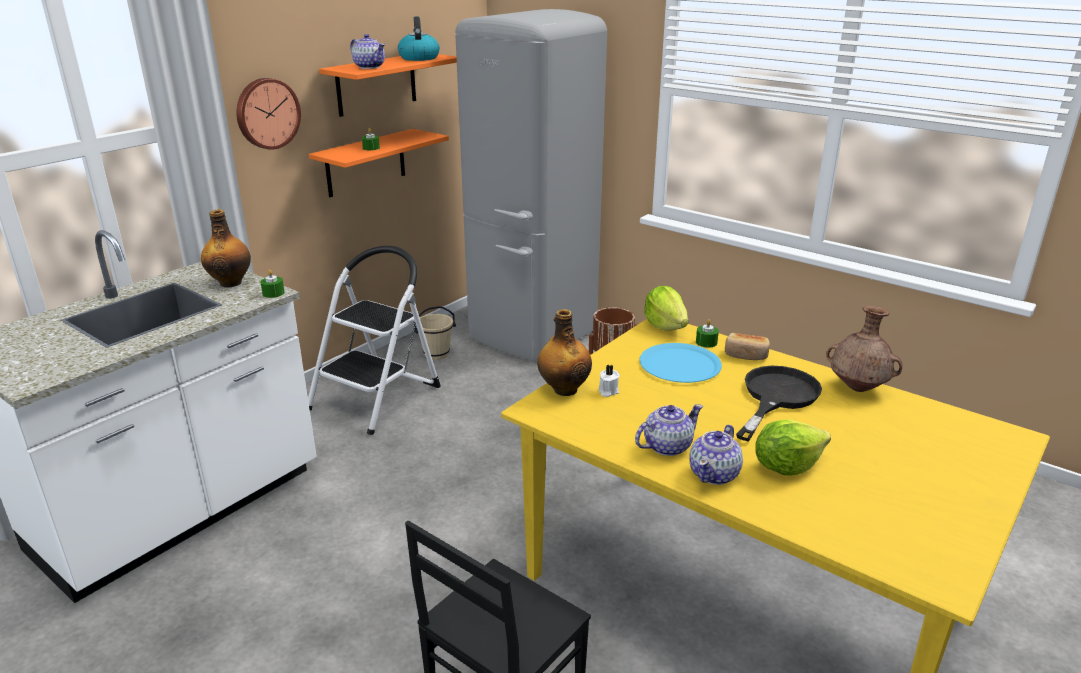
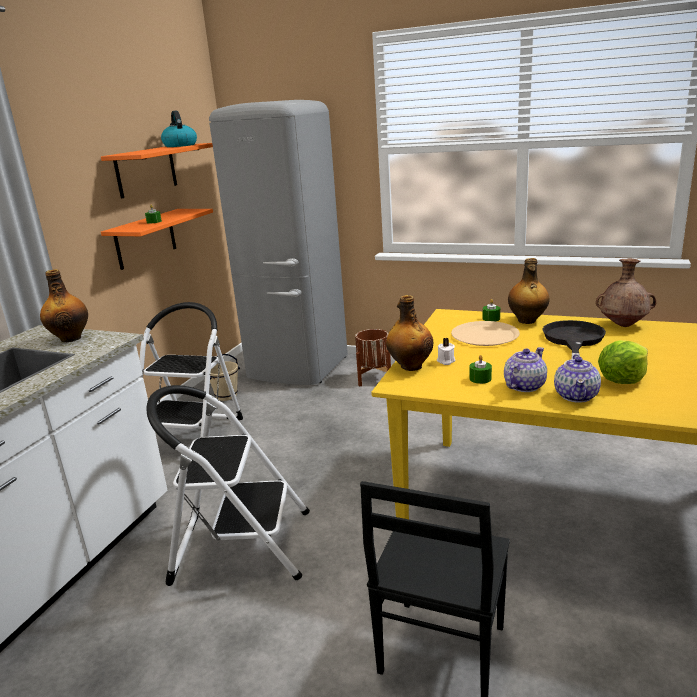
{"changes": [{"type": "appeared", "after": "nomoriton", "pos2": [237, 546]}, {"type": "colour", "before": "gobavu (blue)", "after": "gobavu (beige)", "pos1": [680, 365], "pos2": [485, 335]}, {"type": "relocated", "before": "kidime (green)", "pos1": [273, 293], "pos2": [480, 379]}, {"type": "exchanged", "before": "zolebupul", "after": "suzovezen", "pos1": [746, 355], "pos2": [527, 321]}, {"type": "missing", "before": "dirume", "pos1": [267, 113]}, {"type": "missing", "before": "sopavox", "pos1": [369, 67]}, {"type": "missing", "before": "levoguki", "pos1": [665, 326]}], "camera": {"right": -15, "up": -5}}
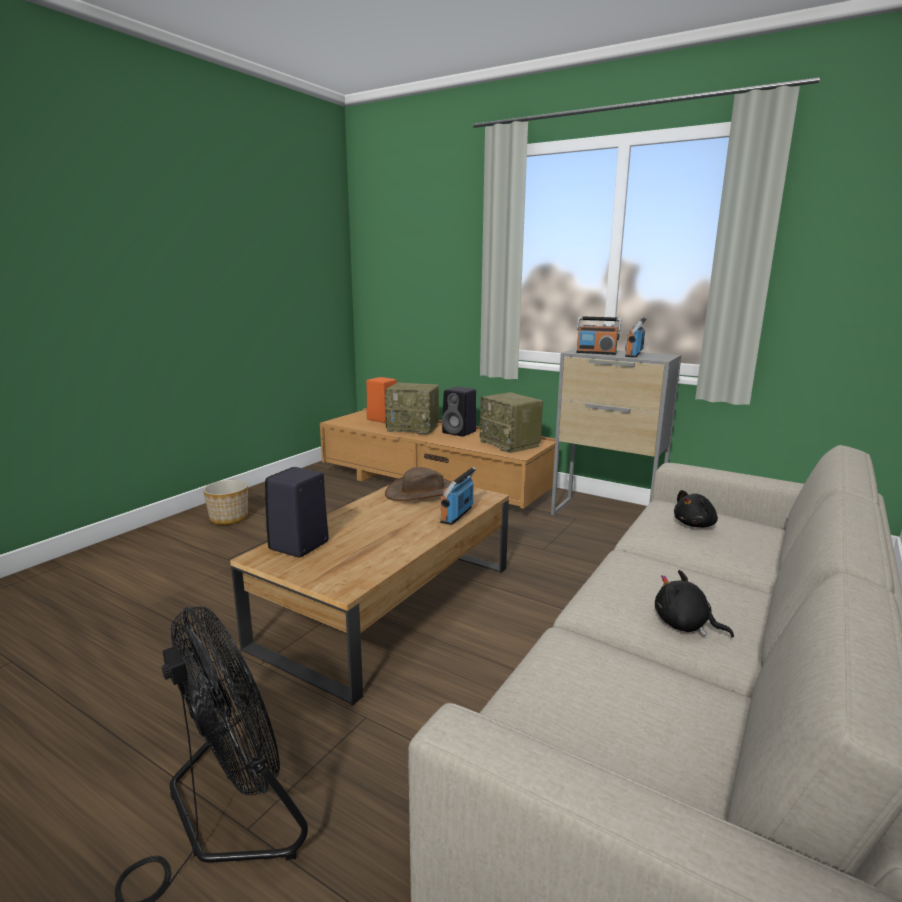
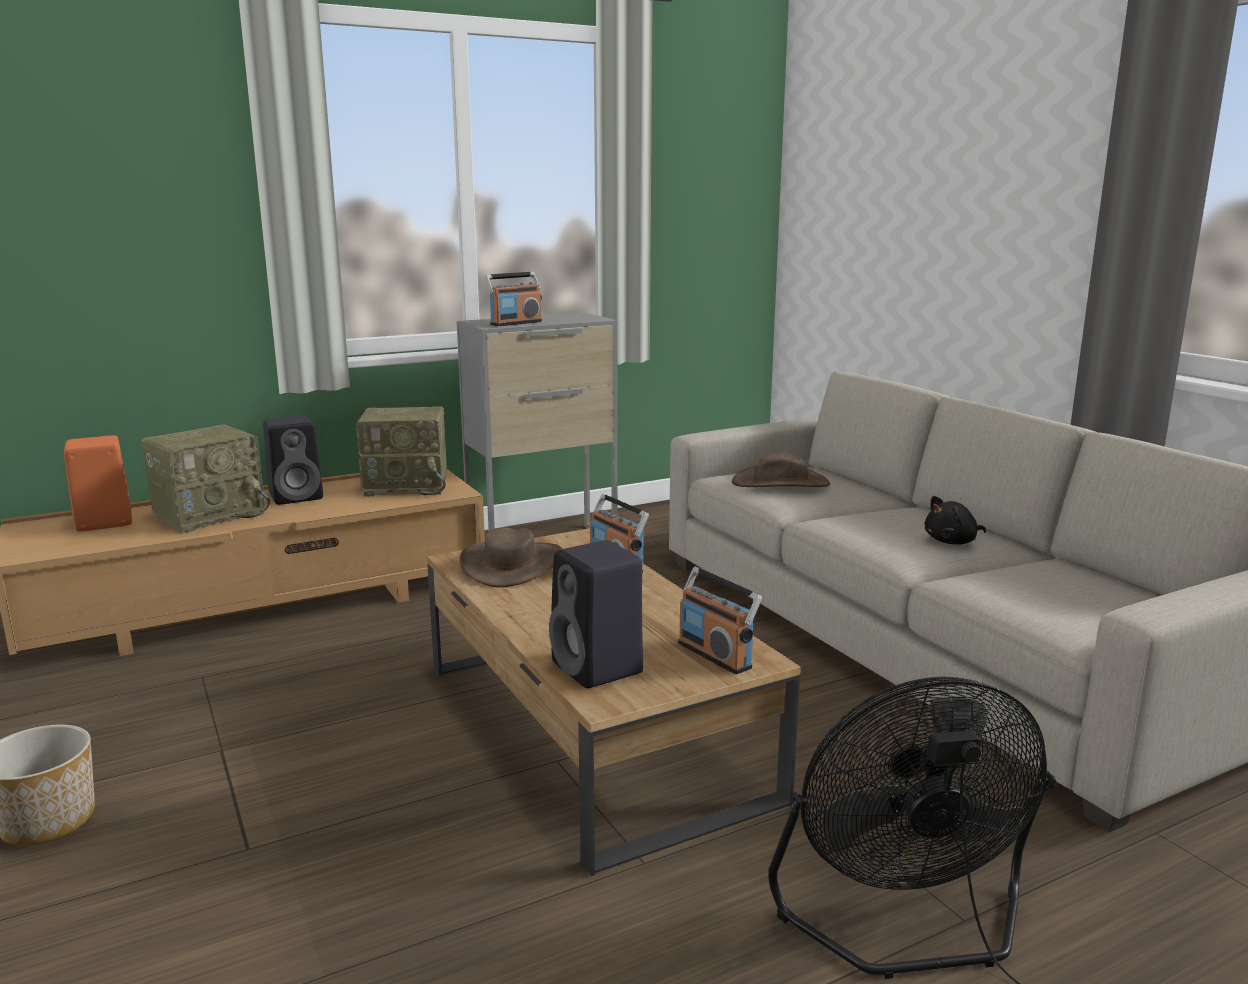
{"changes": [{"type": "relocated", "before": "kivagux", "pos1": [633, 355], "pos2": [715, 655]}, {"type": "exchanged", "before": "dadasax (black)", "after": "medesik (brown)", "pos1": [695, 524], "pos2": [780, 483]}], "camera": {"right": -60, "up": 0}}
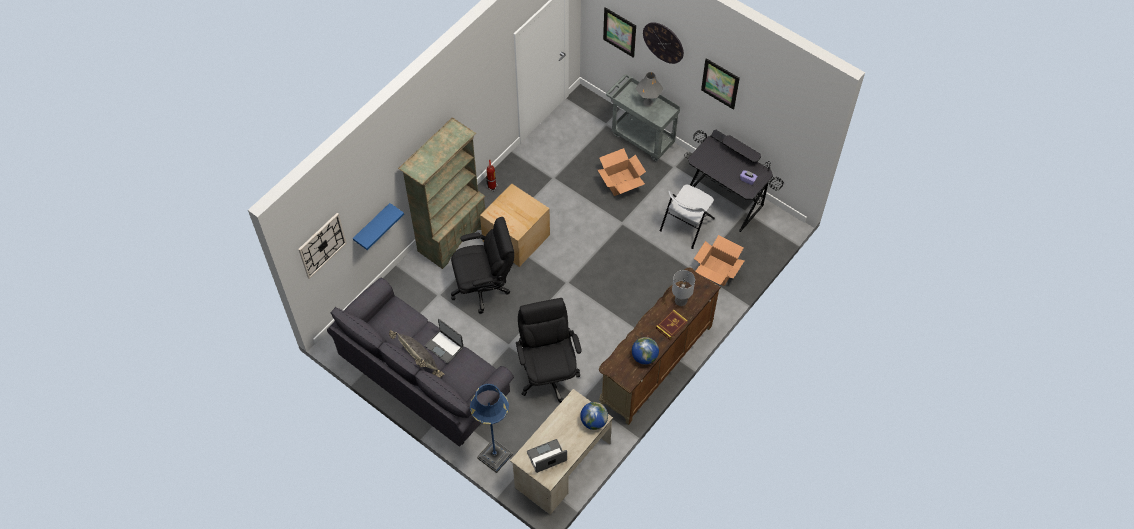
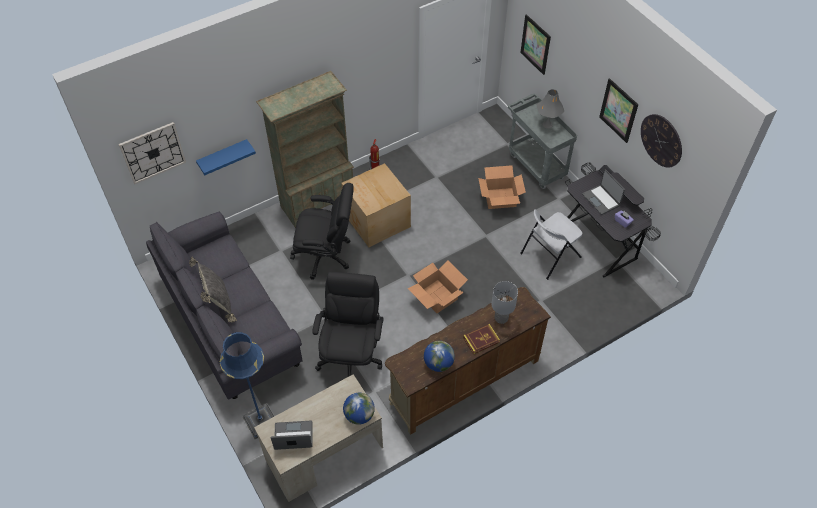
{"changes": [{"type": "relocated", "before": "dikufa", "pos1": [717, 270], "pos2": [437, 296]}, {"type": "relocated", "before": "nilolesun", "pos1": [444, 346], "pos2": [601, 200]}, {"type": "relocated", "before": "dirume", "pos1": [663, 42], "pos2": [661, 140]}], "camera": {"right": 20, "up": -5}}
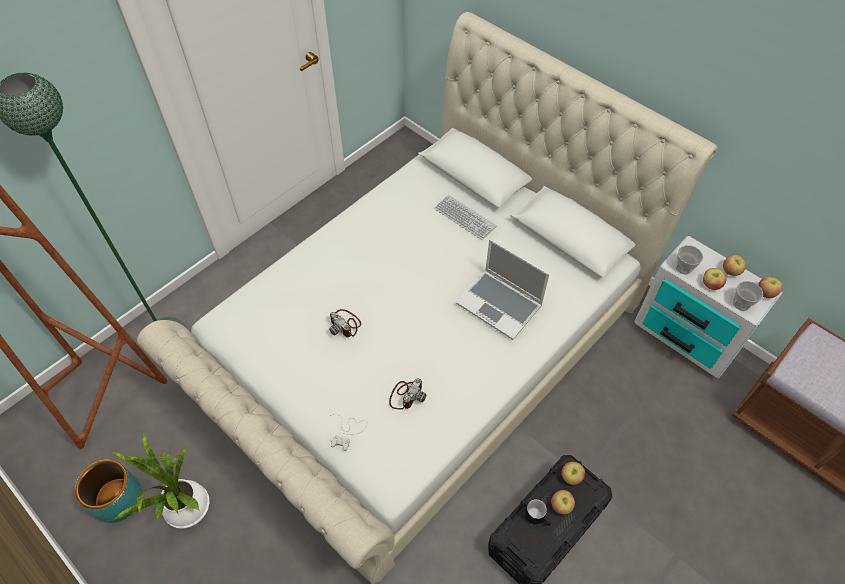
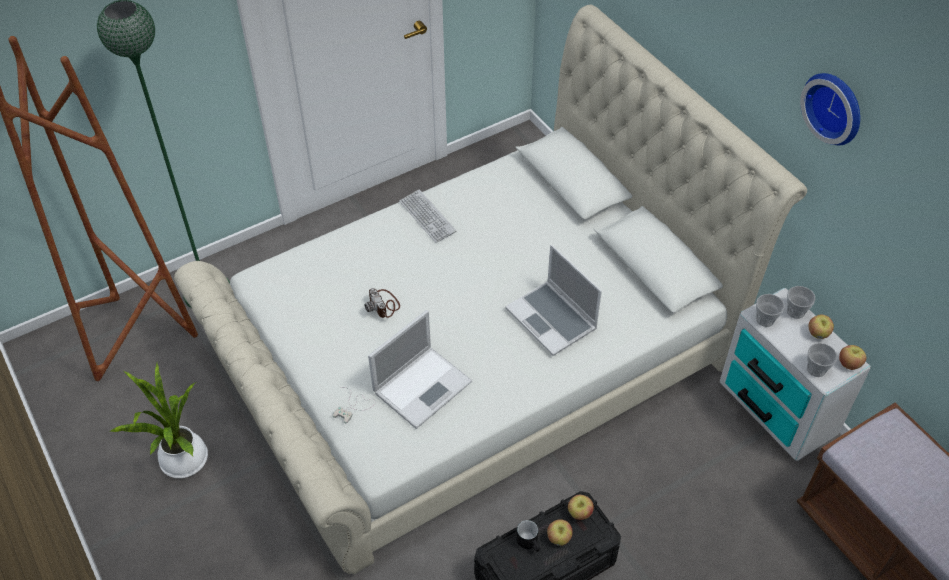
{"changes": [{"type": "exchanged", "before": "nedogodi", "after": "nilolesun", "pos1": [406, 395], "pos2": [423, 385]}, {"type": "relocated", "before": "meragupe", "pos1": [465, 218], "pos2": [427, 217]}, {"type": "appeared", "after": "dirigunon", "pos2": [795, 311]}, {"type": "appeared", "after": "dirume", "pos2": [835, 107]}, {"type": "missing", "before": "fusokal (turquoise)", "pos1": [118, 498]}, {"type": "missing", "before": "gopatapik", "pos1": [710, 285]}], "camera": {"right": 15, "up": -5}}
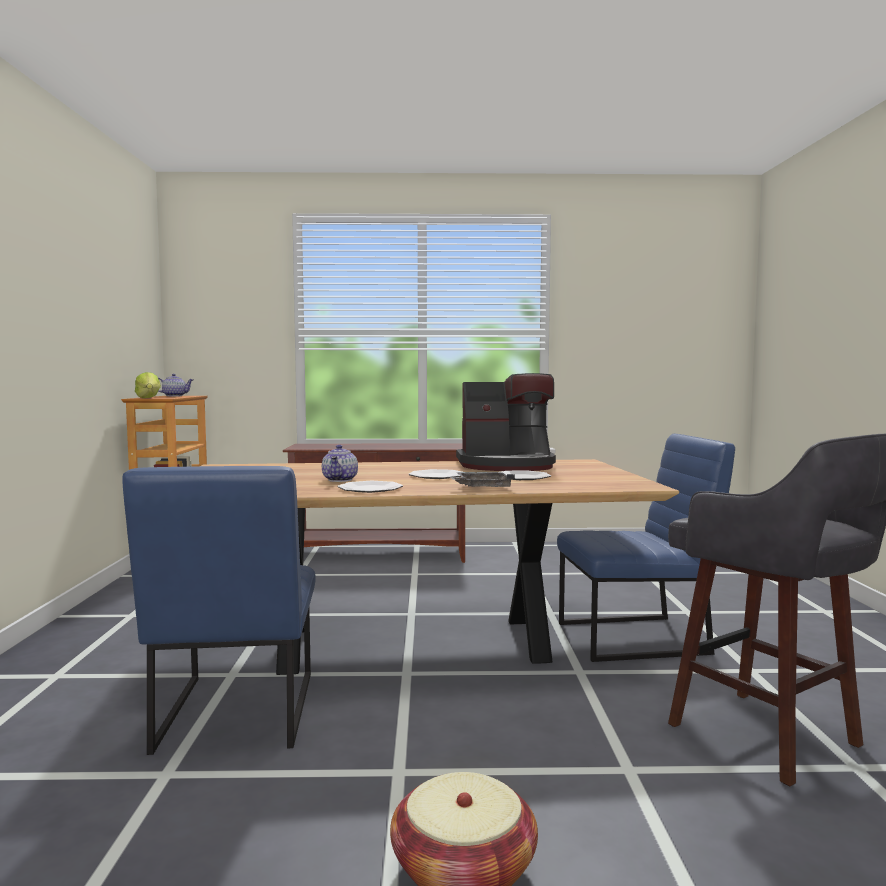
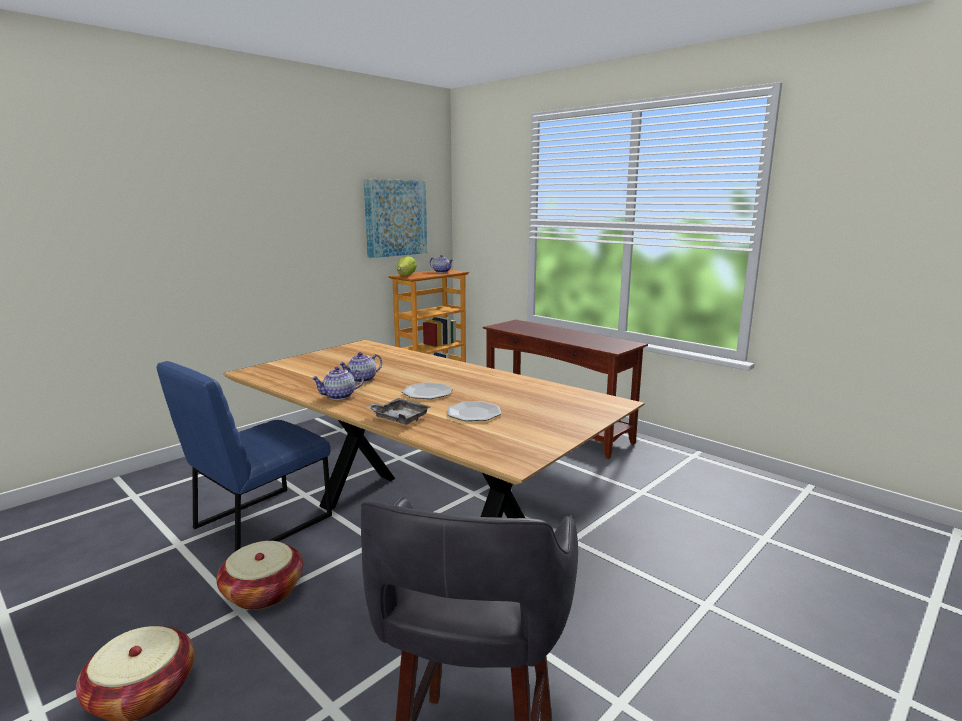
{"changes": [{"type": "appeared", "after": "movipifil", "pos2": [263, 592]}, {"type": "exchanged", "before": "gobavu", "after": "sopavox", "pos1": [370, 489], "pos2": [339, 396]}, {"type": "appeared", "after": "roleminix", "pos2": [395, 218]}, {"type": "missing", "before": "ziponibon", "pos1": [507, 465]}, {"type": "missing", "before": "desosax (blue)", "pos1": [637, 638]}], "camera": {"right": 45, "up": 10}}
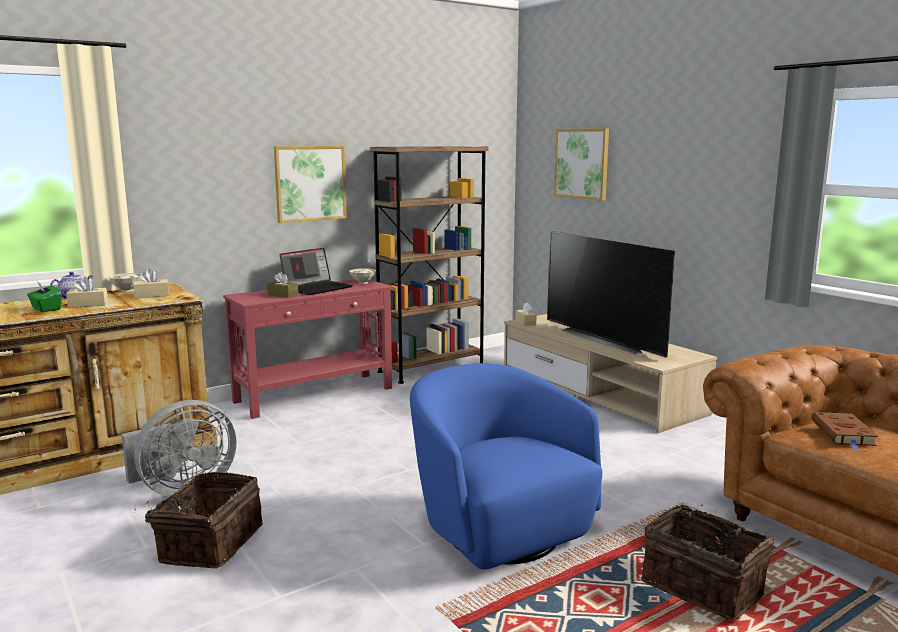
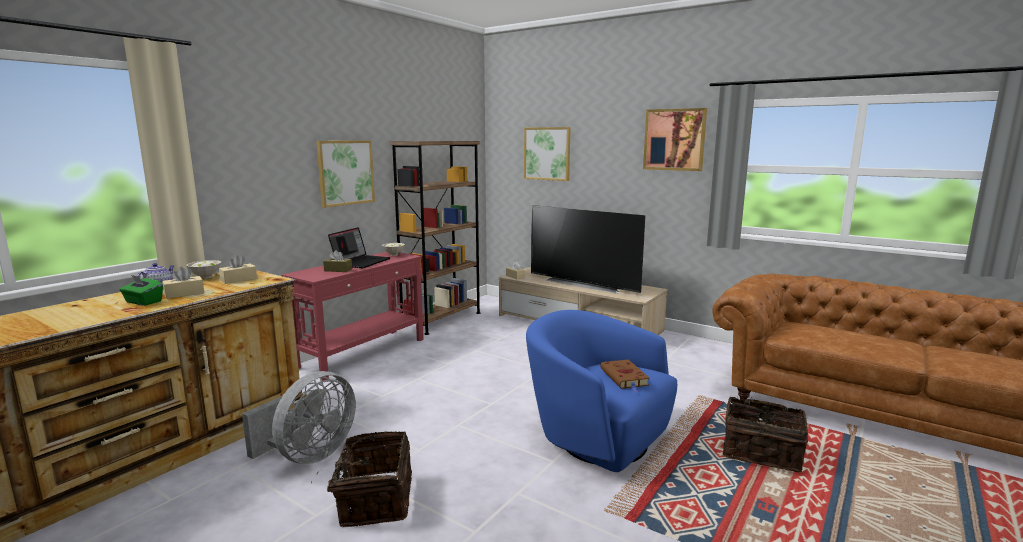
{"changes": [{"type": "relocated", "before": "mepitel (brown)", "pos1": [844, 434], "pos2": [625, 378]}, {"type": "appeared", "after": "roleminix", "pos2": [674, 139]}], "camera": {"right": -20, "up": 0}}
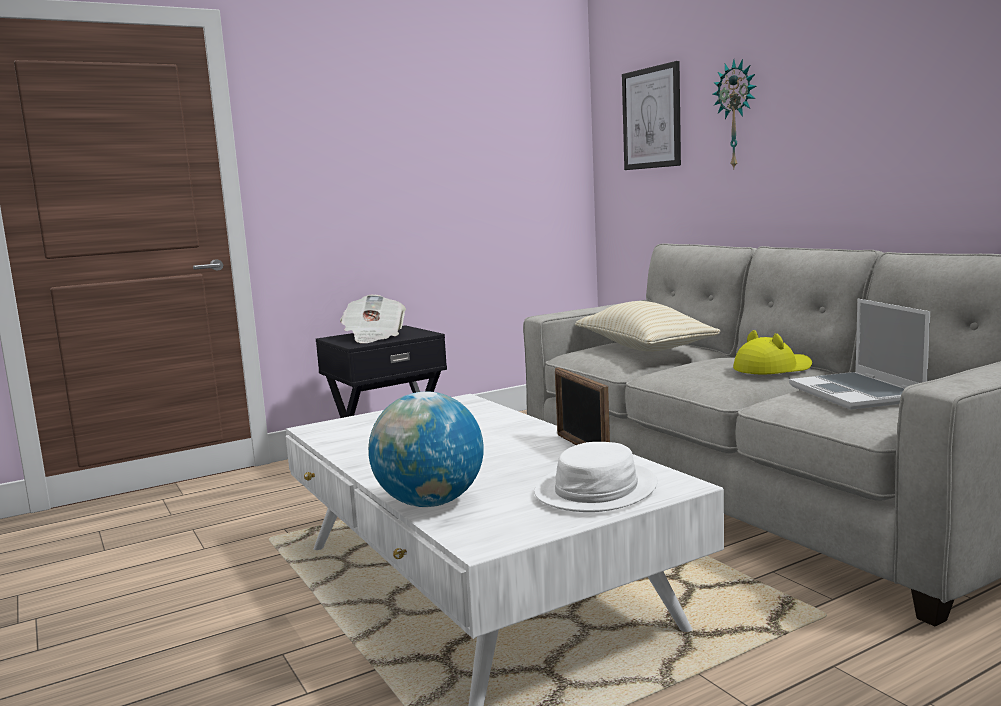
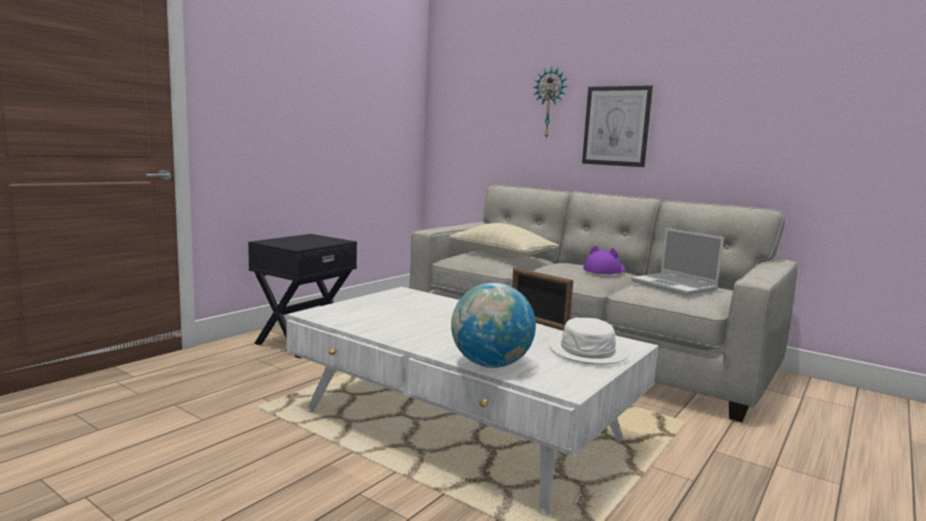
{"changes": [{"type": "relocated", "before": "roleminix", "pos1": [652, 118], "pos2": [616, 126]}, {"type": "colour", "before": "medesik (yellow)", "after": "medesik (purple)", "pos1": [772, 369], "pos2": [604, 271]}, {"type": "missing", "before": "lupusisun", "pos1": [374, 337]}], "camera": {"right": -25, "up": 0}}
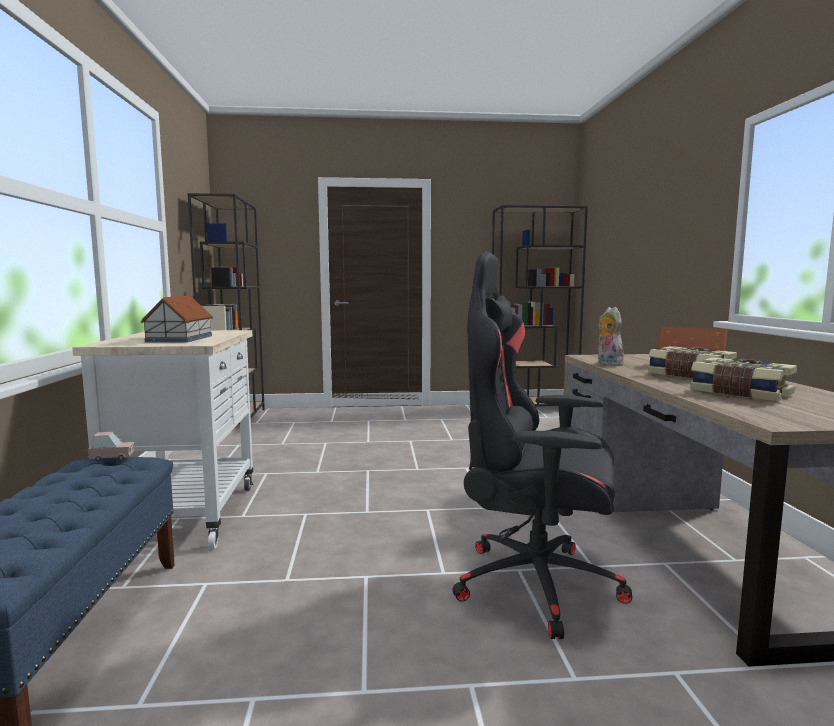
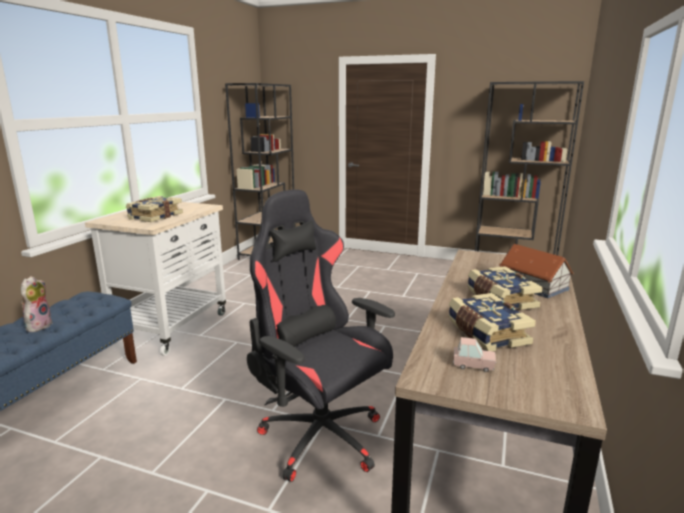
{"changes": [{"type": "relocated", "before": "dadasax", "pos1": [607, 364], "pos2": [38, 325]}, {"type": "exchanged", "before": "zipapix", "after": "mepitel", "pos1": [181, 339], "pos2": [155, 216]}, {"type": "relocated", "before": "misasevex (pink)", "pos1": [112, 457], "pos2": [473, 365]}], "camera": {"right": 25, "up": 10}}
